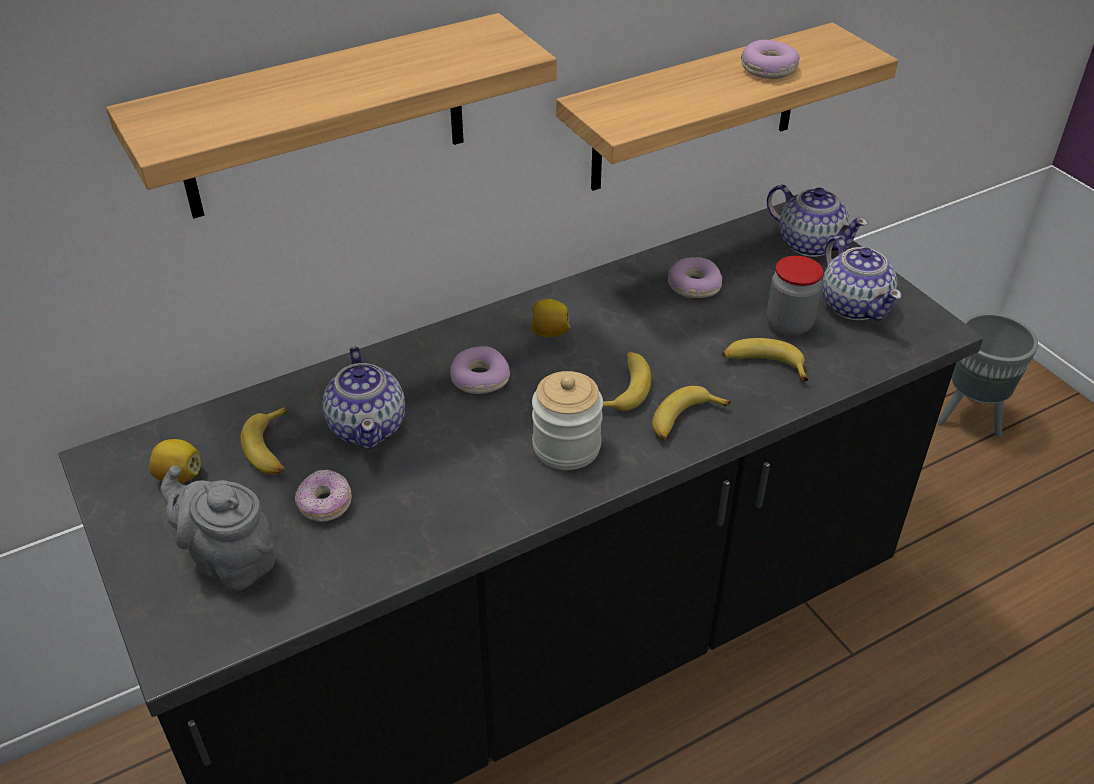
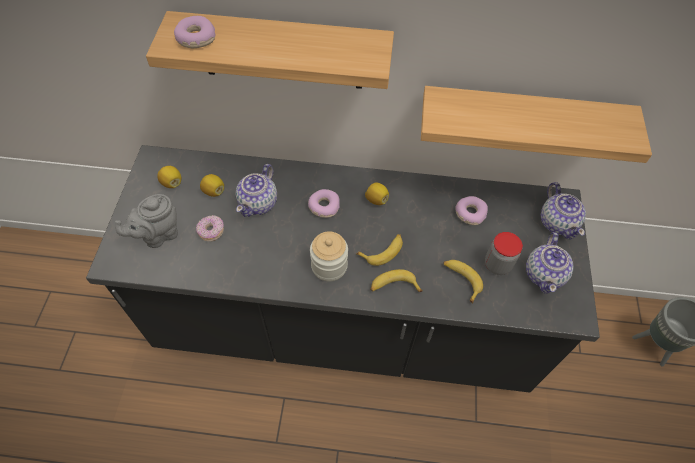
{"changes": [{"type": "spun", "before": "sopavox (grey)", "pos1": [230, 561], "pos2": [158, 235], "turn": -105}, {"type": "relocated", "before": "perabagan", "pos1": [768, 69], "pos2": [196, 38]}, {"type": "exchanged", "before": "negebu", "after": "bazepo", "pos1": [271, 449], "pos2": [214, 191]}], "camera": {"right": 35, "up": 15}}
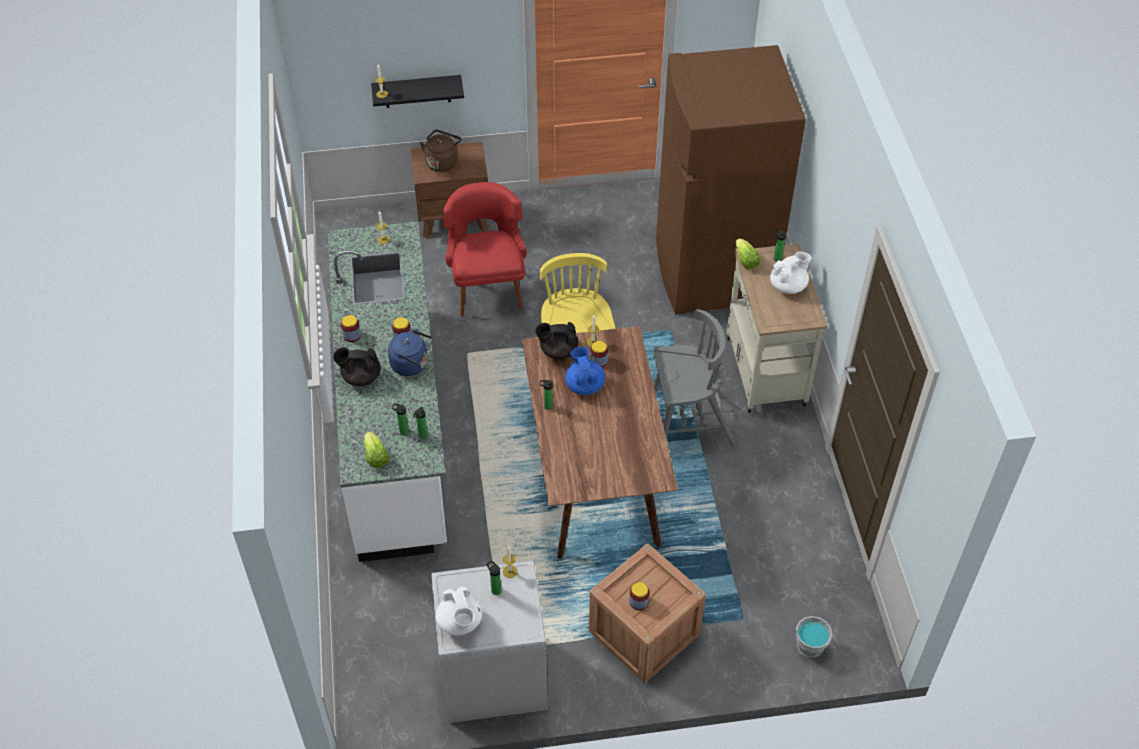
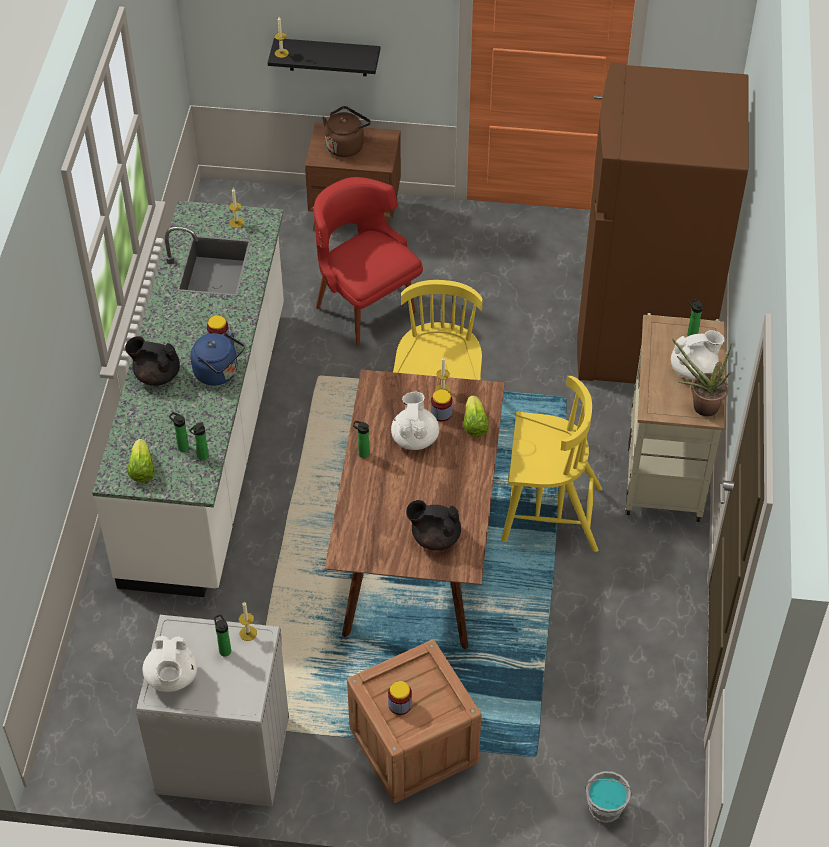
{"changes": [{"type": "spun", "before": "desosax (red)", "pos1": [488, 293], "pos2": [366, 310], "turn": -45}, {"type": "colour", "before": "sopavox (blue)", "after": "sopavox (white)", "pos1": [584, 385], "pos2": [415, 438]}, {"type": "relocated", "before": "sopavox (black)", "pos1": [558, 350], "pos2": [434, 537]}, {"type": "relocated", "before": "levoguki", "pos1": [745, 261], "pos2": [474, 424]}, {"type": "colour", "before": "desosax (grey)", "after": "desosax (yellow)", "pos1": [688, 425], "pos2": [549, 514]}, {"type": "appeared", "after": "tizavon", "pos2": [699, 406]}, {"type": "missing", "before": "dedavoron", "pos1": [352, 335]}], "camera": {"right": 15, "up": 0}}
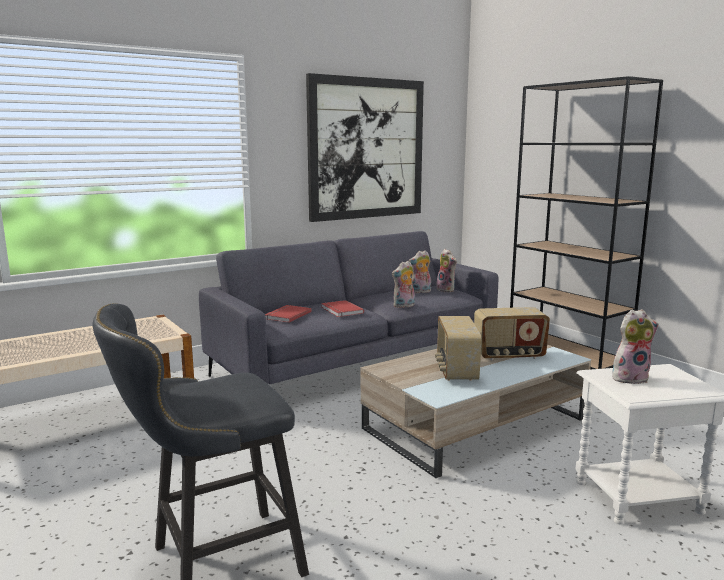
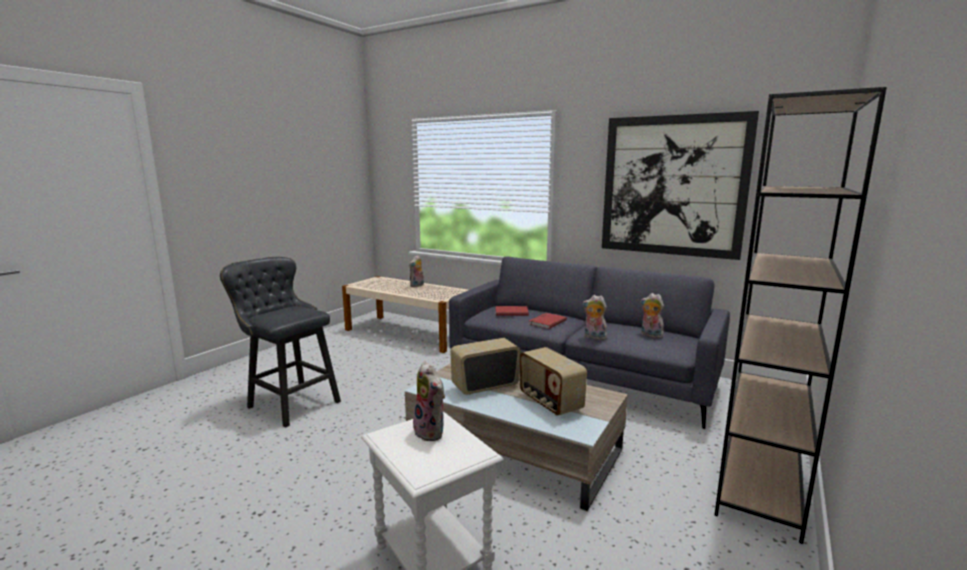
{"changes": [{"type": "relocated", "before": "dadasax", "pos1": [447, 290], "pos2": [417, 286]}], "camera": {"right": 65, "up": 0}}
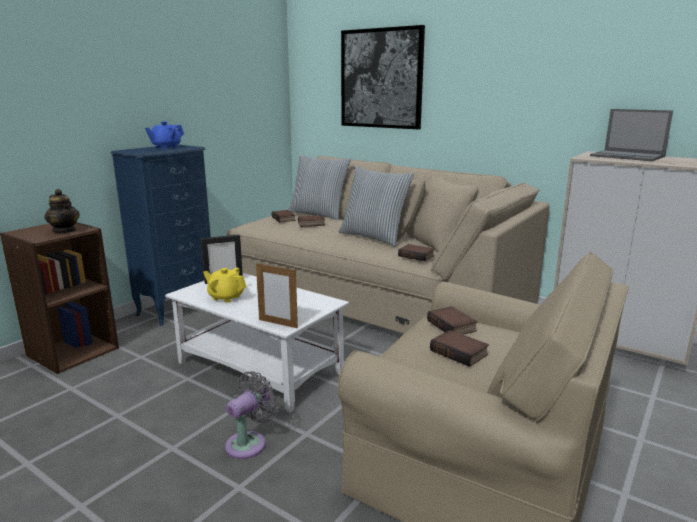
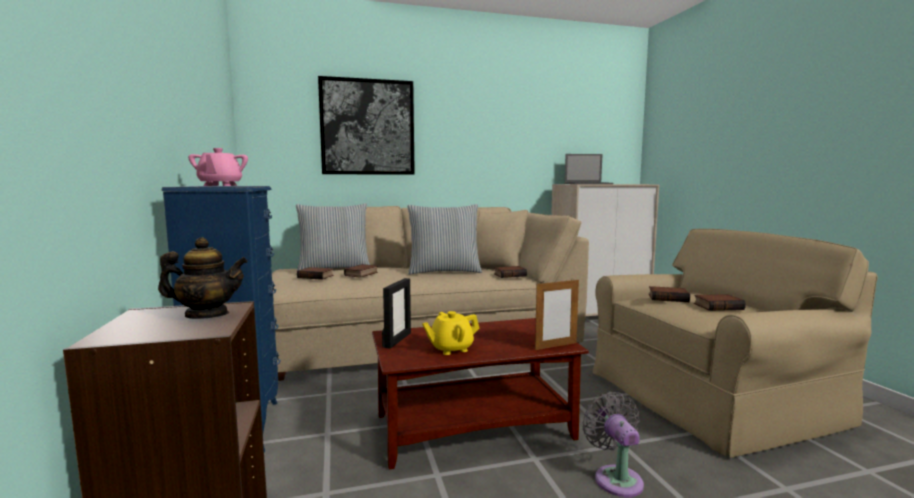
{"changes": [{"type": "colour", "before": "sopavox (blue)", "after": "sopavox (pink)", "pos1": [166, 147], "pos2": [220, 185]}, {"type": "colour", "before": "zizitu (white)", "after": "zizitu (brown)", "pos1": [261, 368], "pos2": [474, 426]}], "camera": {"right": -50, "up": -10}}
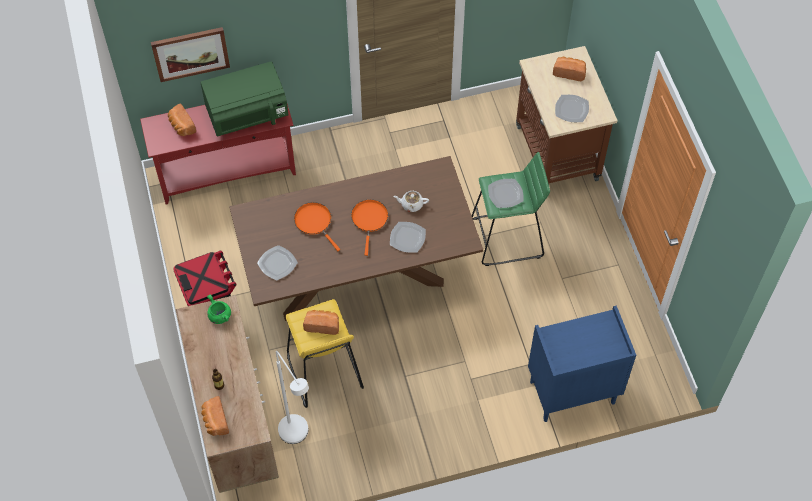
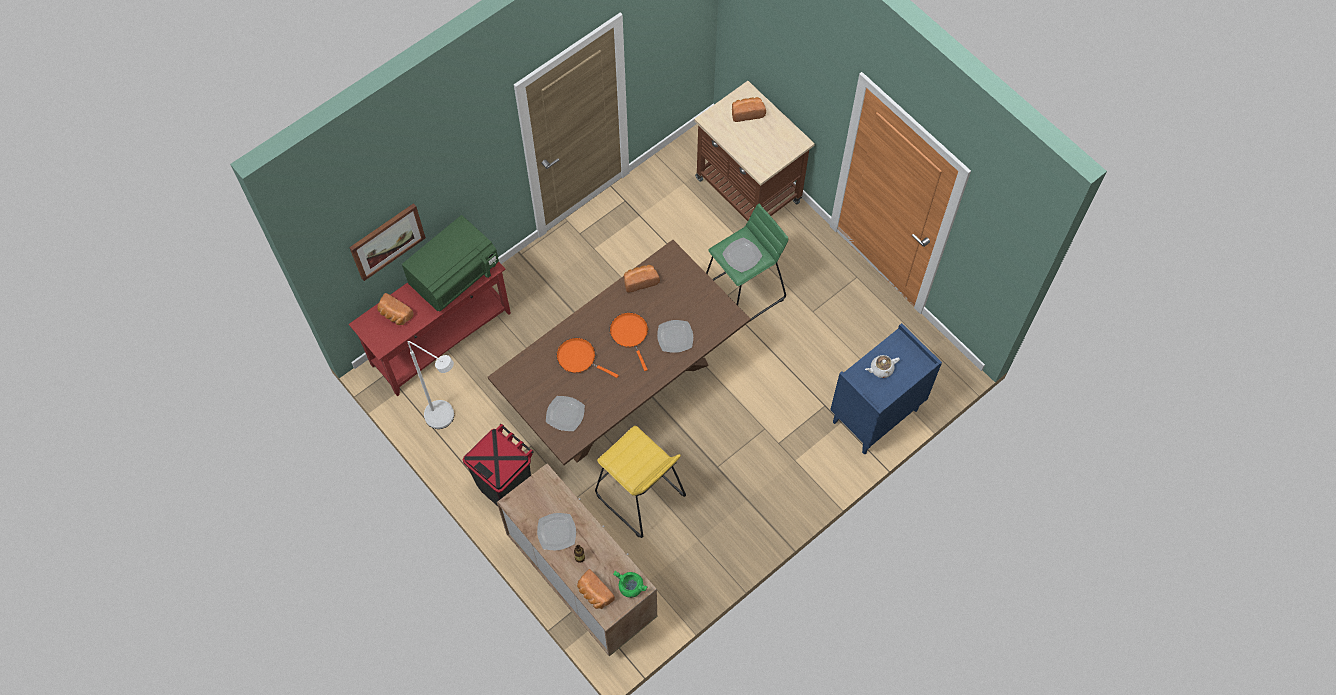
{"changes": [{"type": "relocated", "before": "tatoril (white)", "pos1": [297, 437], "pos2": [446, 419]}, {"type": "relocated", "before": "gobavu", "pos1": [571, 109], "pos2": [556, 532]}, {"type": "relocated", "before": "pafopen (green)", "pos1": [219, 316], "pos2": [630, 587]}, {"type": "relocated", "before": "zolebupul", "pos1": [322, 325], "pos2": [640, 281]}, {"type": "relocated", "before": "sopavox (white)", "pos1": [411, 204], "pos2": [881, 369]}], "camera": {"right": -25, "up": 5}}
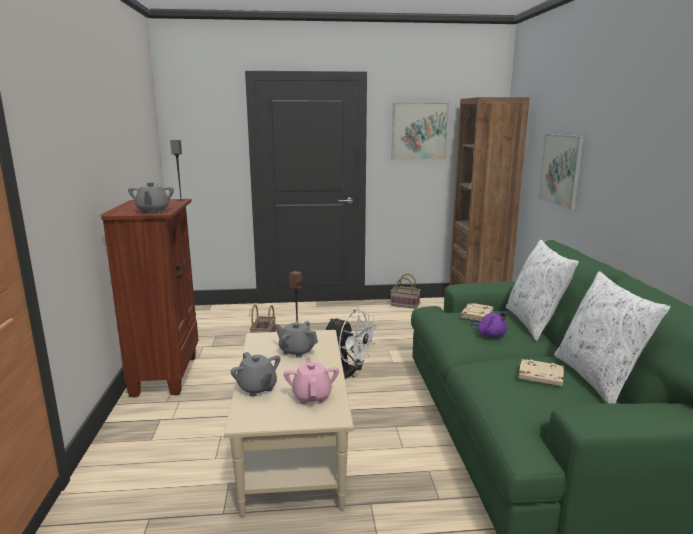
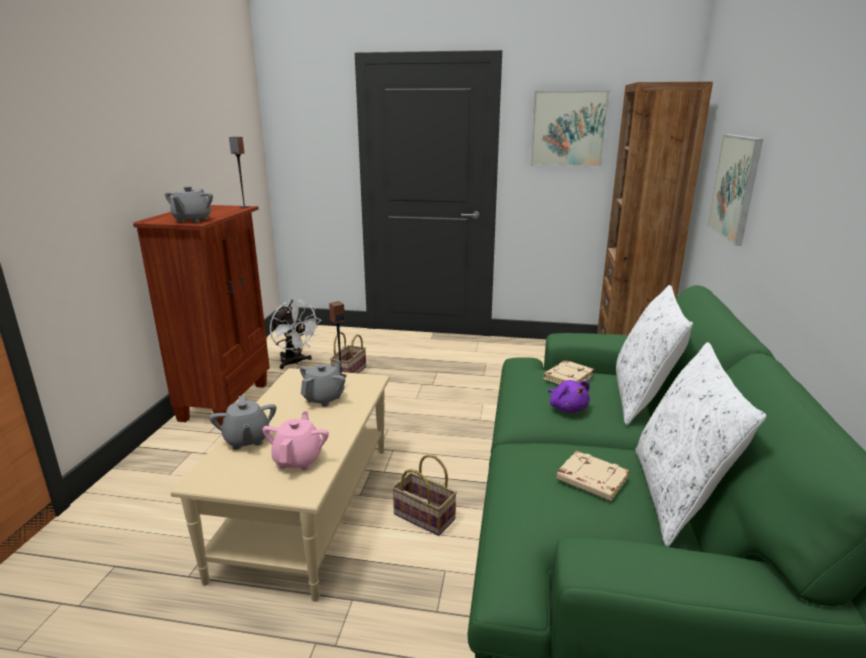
{"changes": [{"type": "relocated", "before": "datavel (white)", "pos1": [349, 375], "pos2": [294, 363]}, {"type": "spun", "before": "sopavox (grey)", "pos1": [296, 351], "pos2": [324, 398], "turn": 75}, {"type": "relocated", "before": "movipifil", "pos1": [404, 305], "pos2": [422, 517]}], "camera": {"right": 15, "up": 5}}
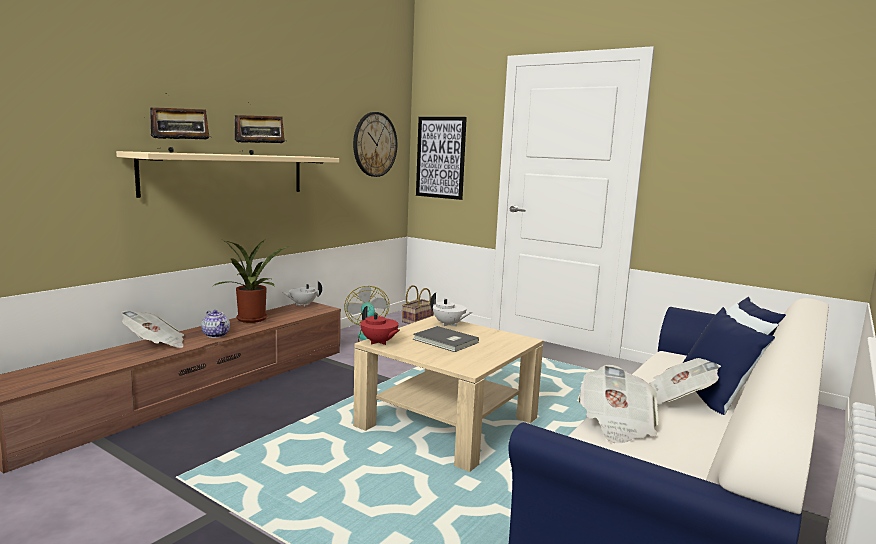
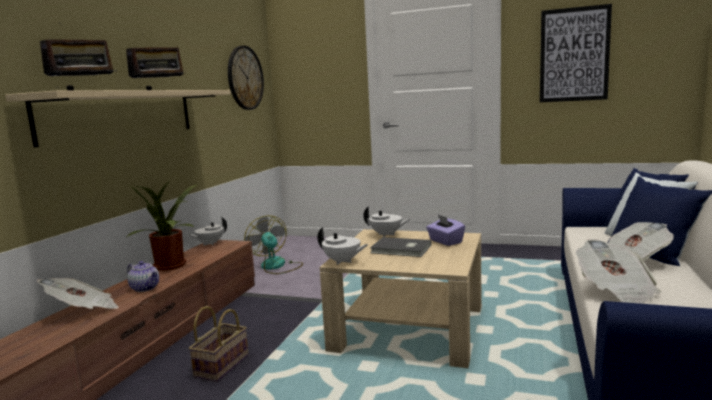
{"changes": [{"type": "relocated", "before": "movipifil", "pos1": [417, 320], "pos2": [222, 365]}, {"type": "colour", "before": "sopavox (red)", "after": "sopavox (white)", "pos1": [379, 342], "pos2": [342, 261]}, {"type": "appeared", "after": "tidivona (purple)", "pos2": [445, 241]}, {"type": "relocated", "before": "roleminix", "pos1": [440, 157], "pos2": [574, 55]}], "camera": {"right": -15, "up": 0}}
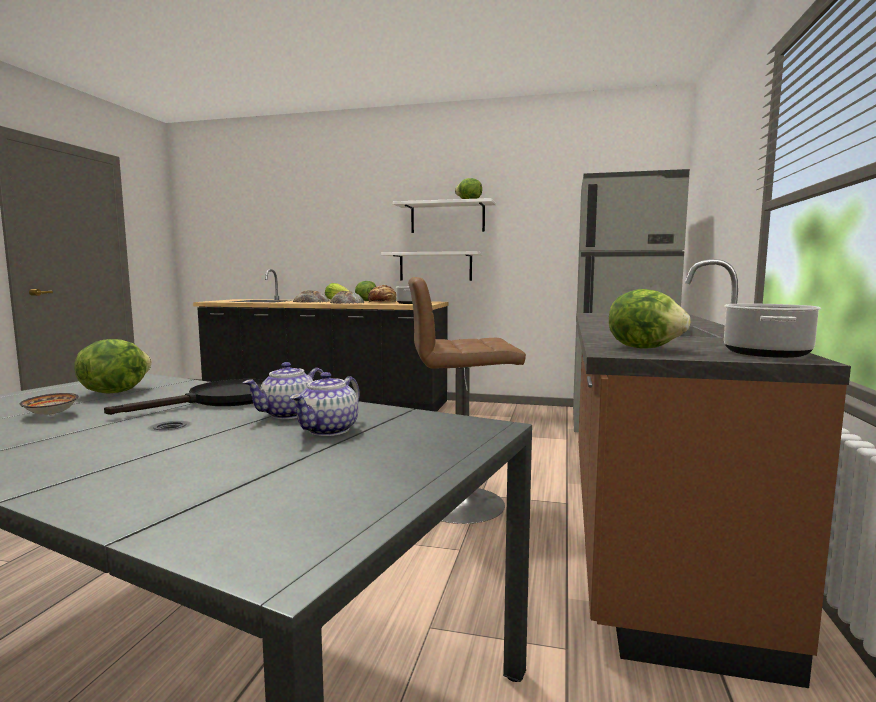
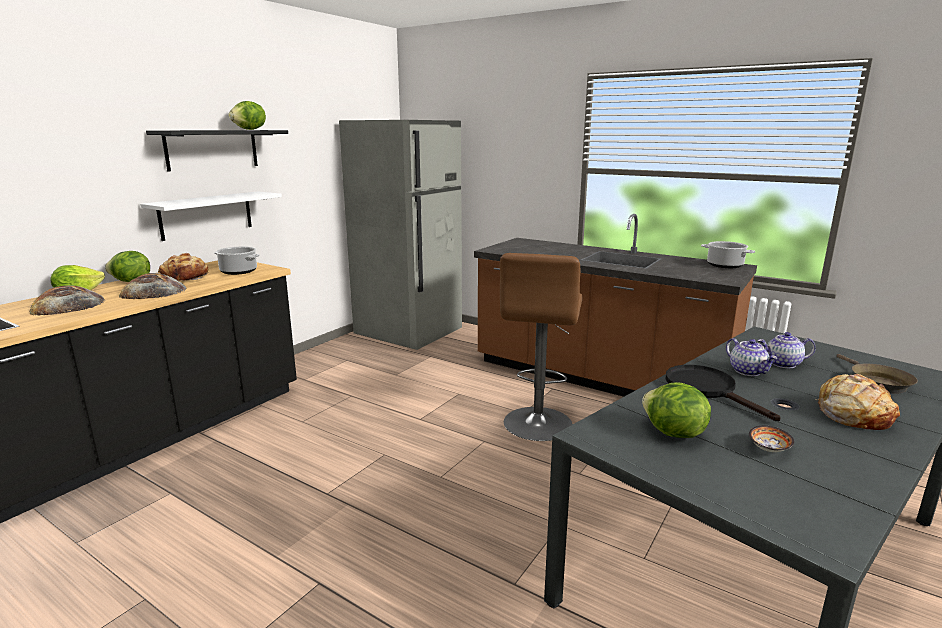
{"changes": [{"type": "colour", "before": "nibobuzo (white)", "after": "nibobuzo (black)", "pos1": [447, 218], "pos2": [212, 149]}, {"type": "spun", "before": "sopavox", "pos1": [328, 430], "pos2": [782, 364], "turn": 135}, {"type": "appeared", "after": "zolebupul", "pos2": [852, 414]}, {"type": "appeared", "after": "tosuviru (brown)", "pos2": [876, 382]}, {"type": "missing", "before": "levoguki", "pos1": [645, 348]}], "camera": {"right": -70, "up": 10}}
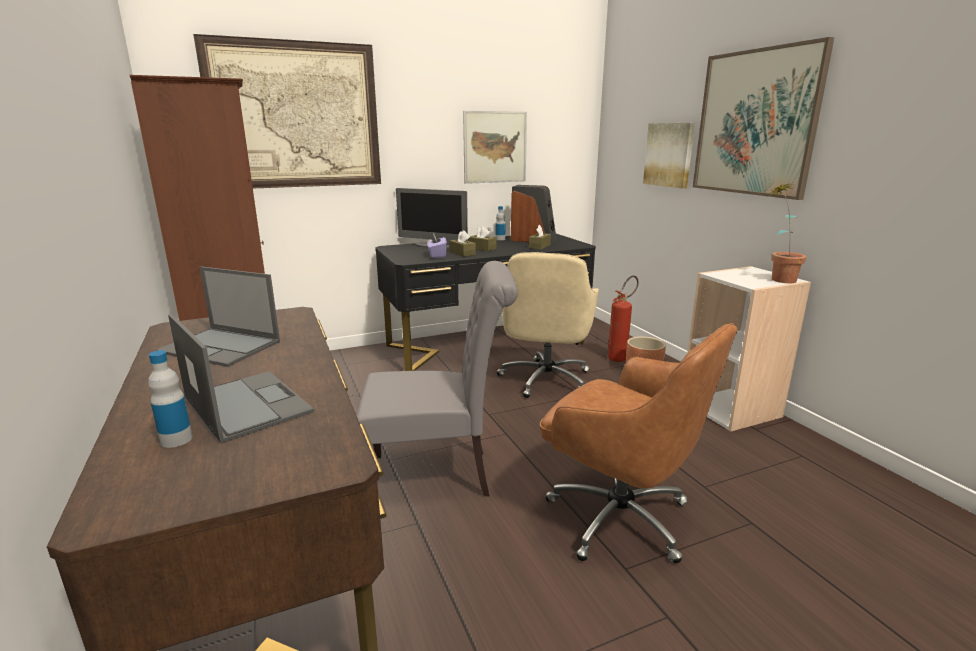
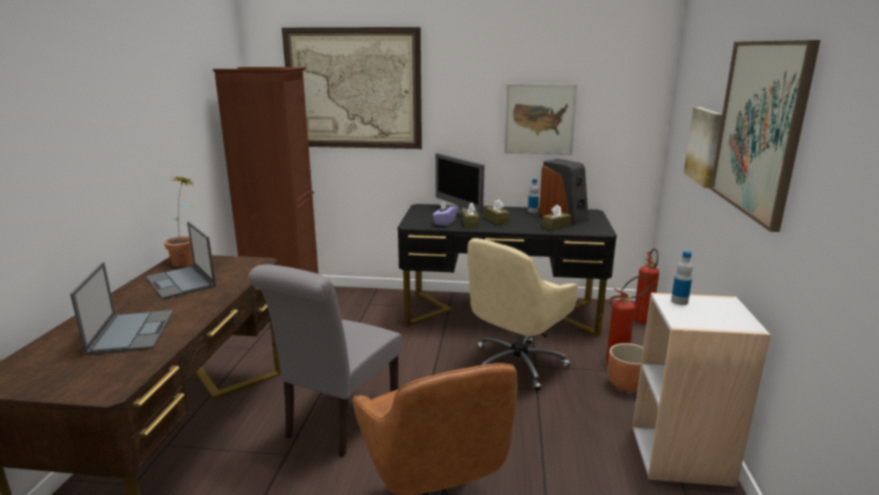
{"changes": [{"type": "relocated", "before": "tizavon", "pos1": [778, 278], "pos2": [187, 260]}, {"type": "spun", "before": "desosax (grey)", "pos1": [438, 475], "pos2": [338, 422], "turn": 90}, {"type": "appeared", "after": "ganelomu", "pos2": [643, 322]}, {"type": "relocated", "before": "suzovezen", "pos1": [176, 439], "pos2": [679, 301]}], "camera": {"right": 30, "up": 0}}
